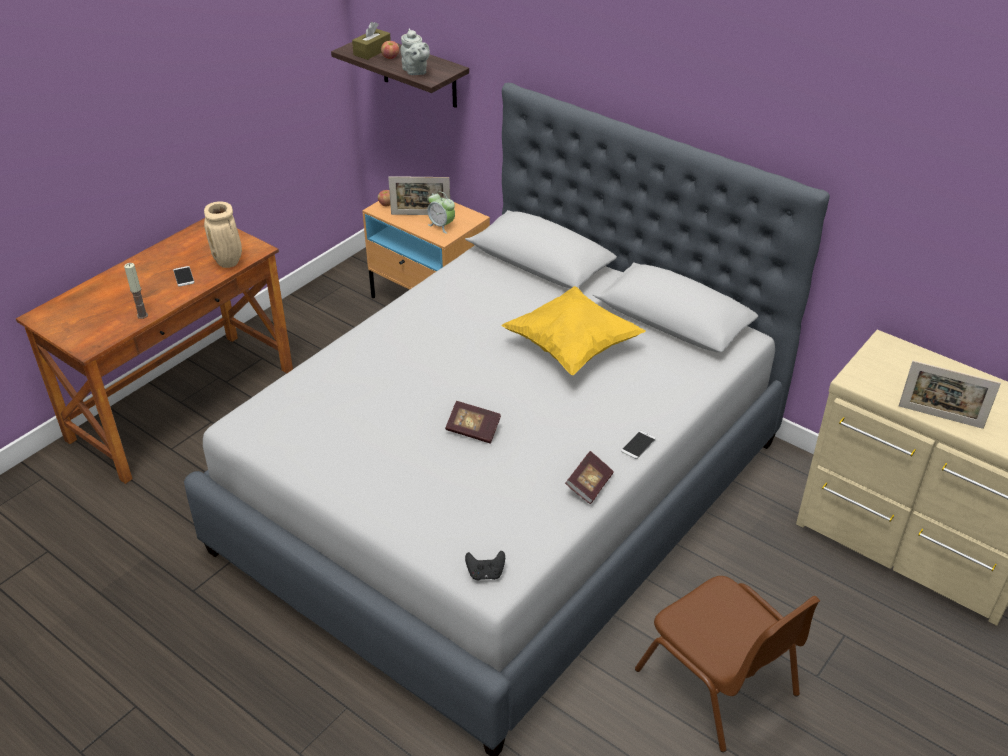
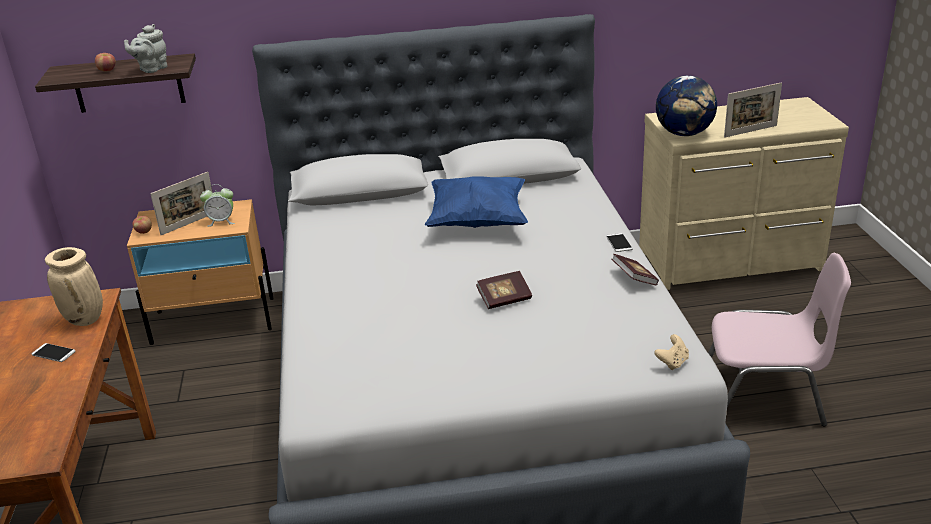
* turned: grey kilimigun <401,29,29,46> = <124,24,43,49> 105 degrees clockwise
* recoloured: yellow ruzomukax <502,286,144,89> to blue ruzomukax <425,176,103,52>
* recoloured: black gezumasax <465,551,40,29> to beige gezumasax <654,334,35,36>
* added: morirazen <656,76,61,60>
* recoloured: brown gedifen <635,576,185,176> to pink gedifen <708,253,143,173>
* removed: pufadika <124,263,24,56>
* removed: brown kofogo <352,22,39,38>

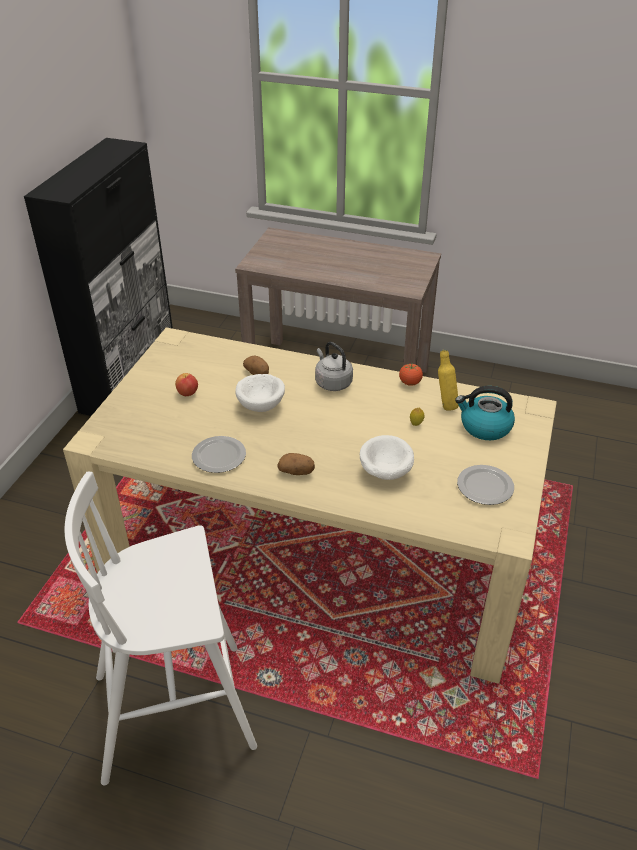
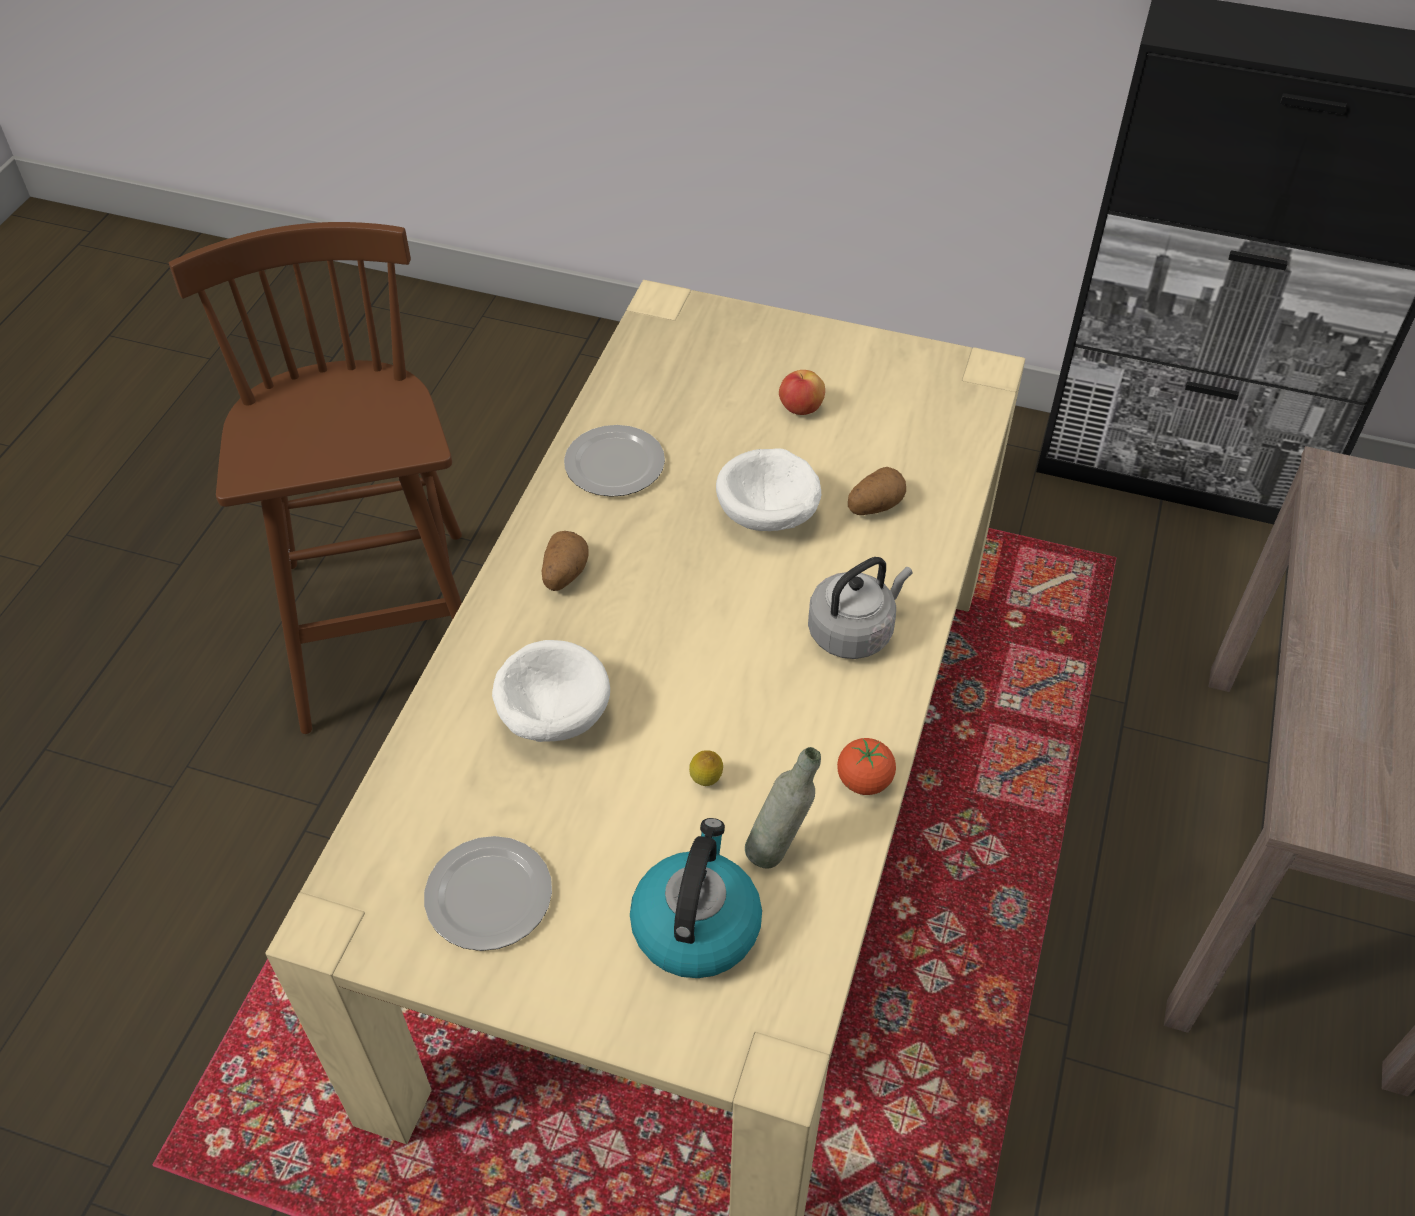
* recoloured: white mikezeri <65,472,192,314> to brown mikezeri <169,222,293,512>
* recoloured: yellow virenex <438,350,21,61> to grey virenex <745,747,76,122>

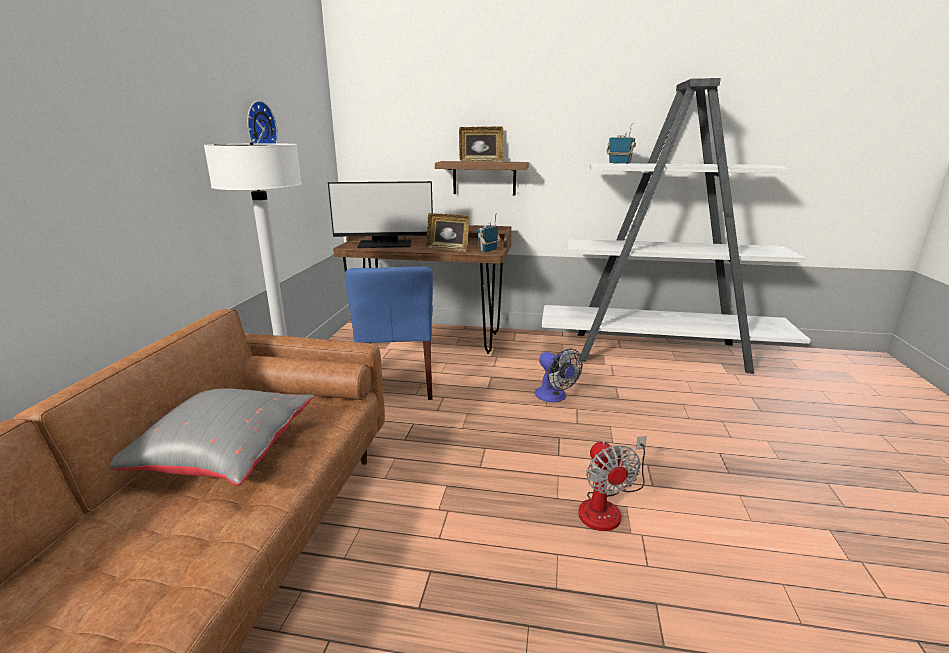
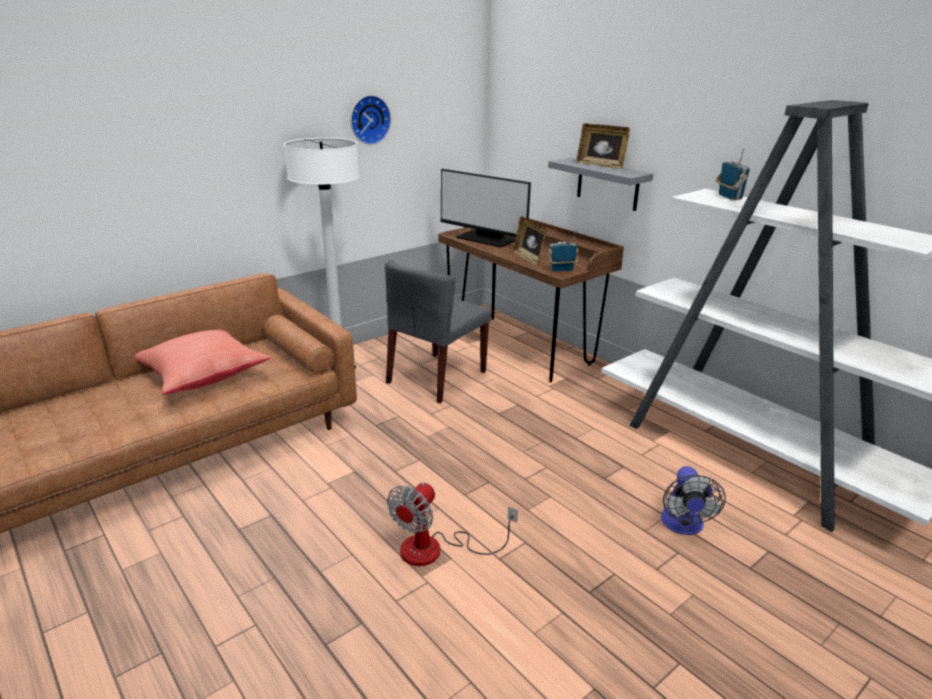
* recoloured: grey ruzomukax <110,388,204,97> to red ruzomukax <134,330,137,64>
* recoloured: blue gedifen <345,267,88,133> to grey gedifen <385,260,106,143>
* recoloured: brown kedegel <435,161,94,35> to grey kedegel <548,158,105,53>
* moved: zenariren <534,349,49,53> to <661,466,65,69>

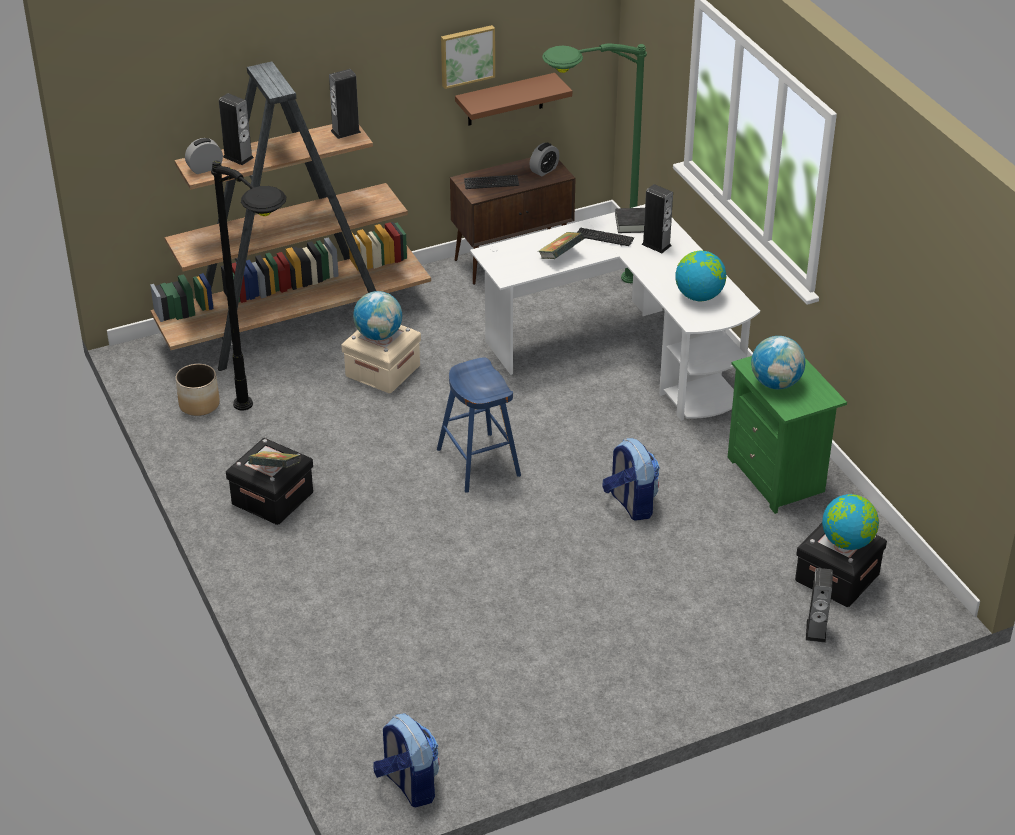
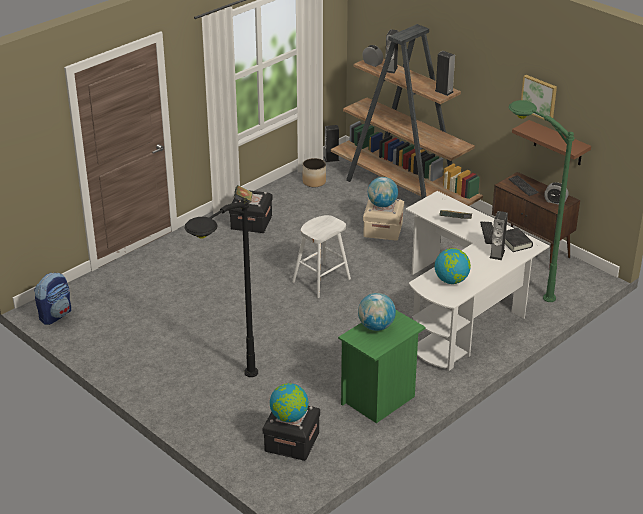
* moved: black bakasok <211,161,75,249> to <185,198,73,179>
* recoloured: blue mikezeri <437,357,84,136> to white mikezeri <292,215,59,83>
* moved: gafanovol <806,568,27,75> to <324,125,16,37>
* removed: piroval <602,438,58,83>

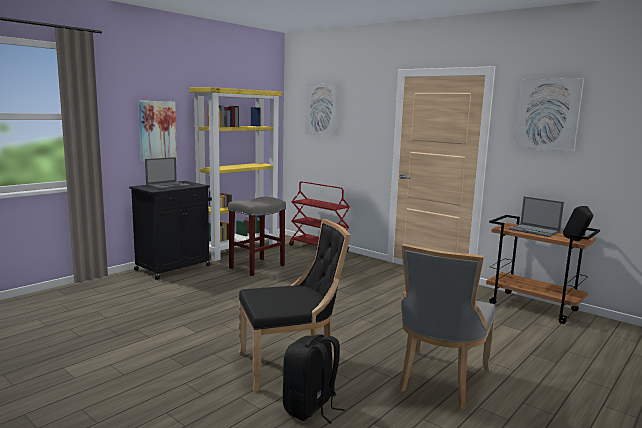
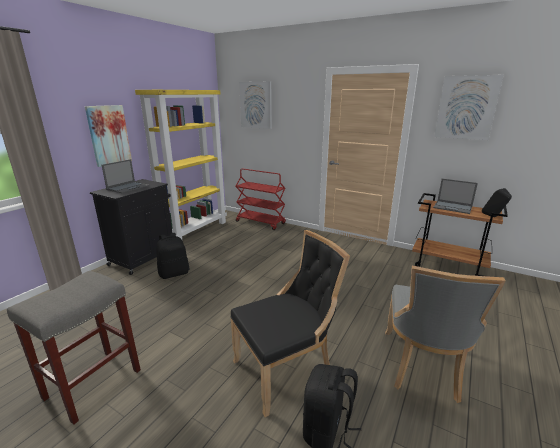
* moved: grey mikezeri <228,197,58,79> to <7,271,134,154>
* added: black piroval <156,233,34,46>

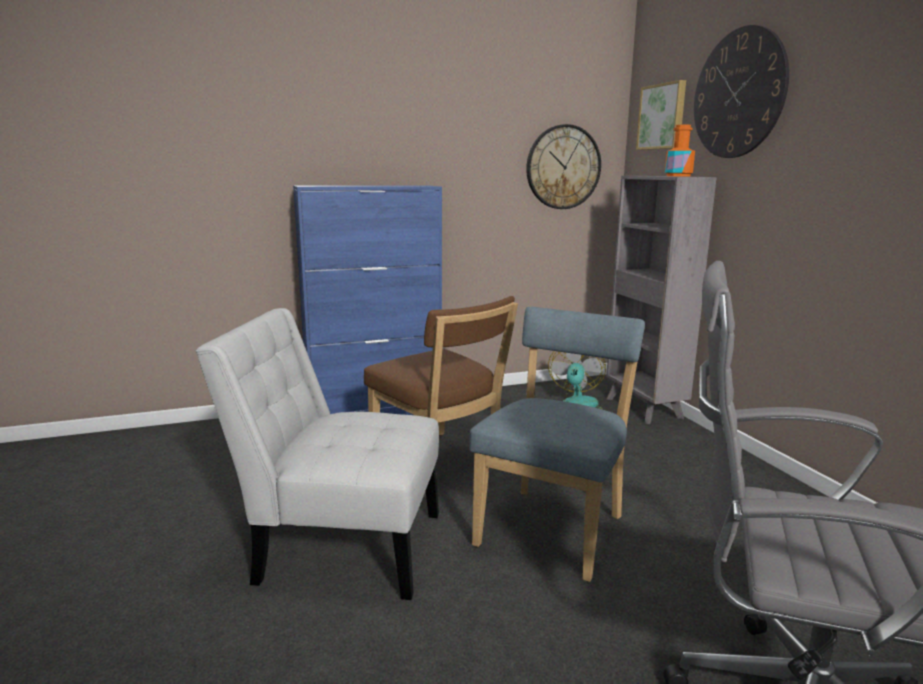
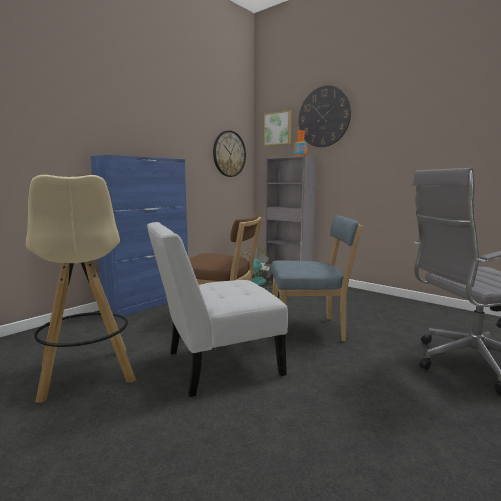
* added: beige mikezeri <26,175,110,228>
* turned: blue gedifen <469,307,176,275> = <271,215,91,127> 90 degrees clockwise

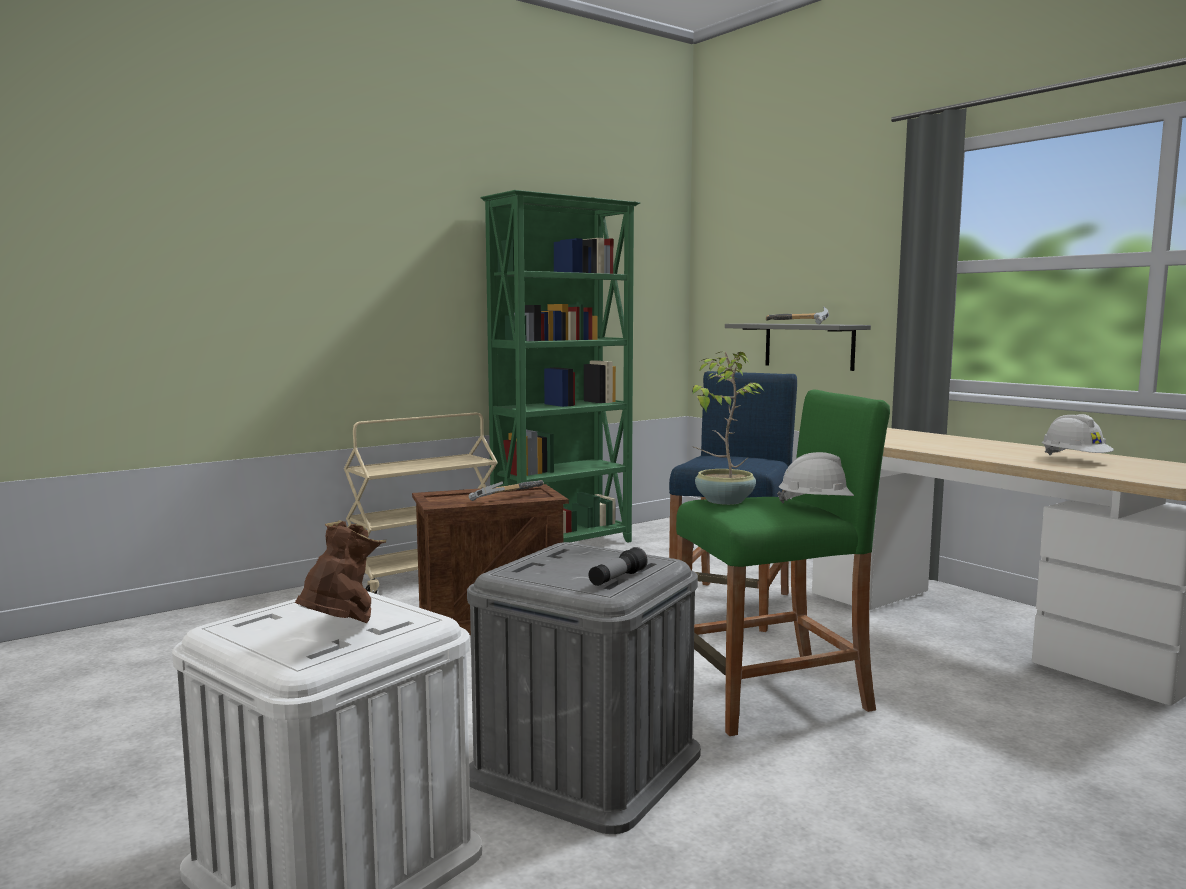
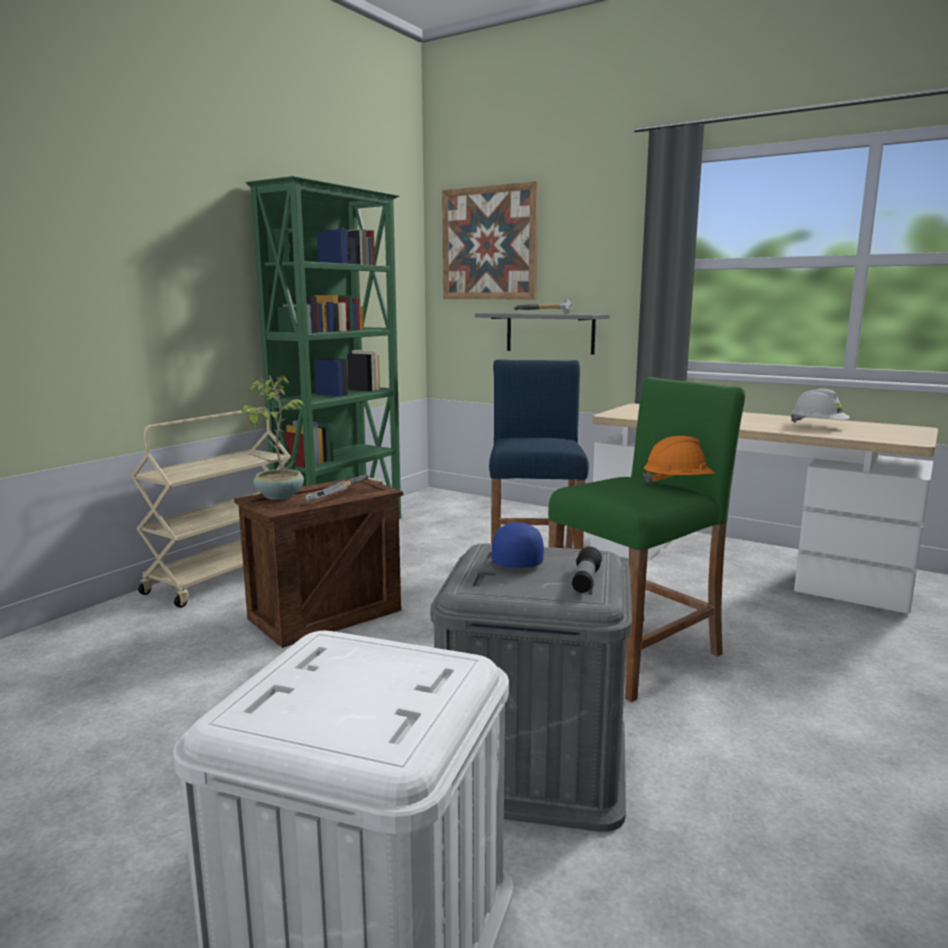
* moved: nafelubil <692,351,73,154> to <242,375,64,125>
* added: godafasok <442,181,97,118>
* added: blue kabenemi <492,522,52,46>
* recoloured: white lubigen <777,452,77,51> to orange lubigen <643,436,73,48>
* removed: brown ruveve <295,520,91,103>

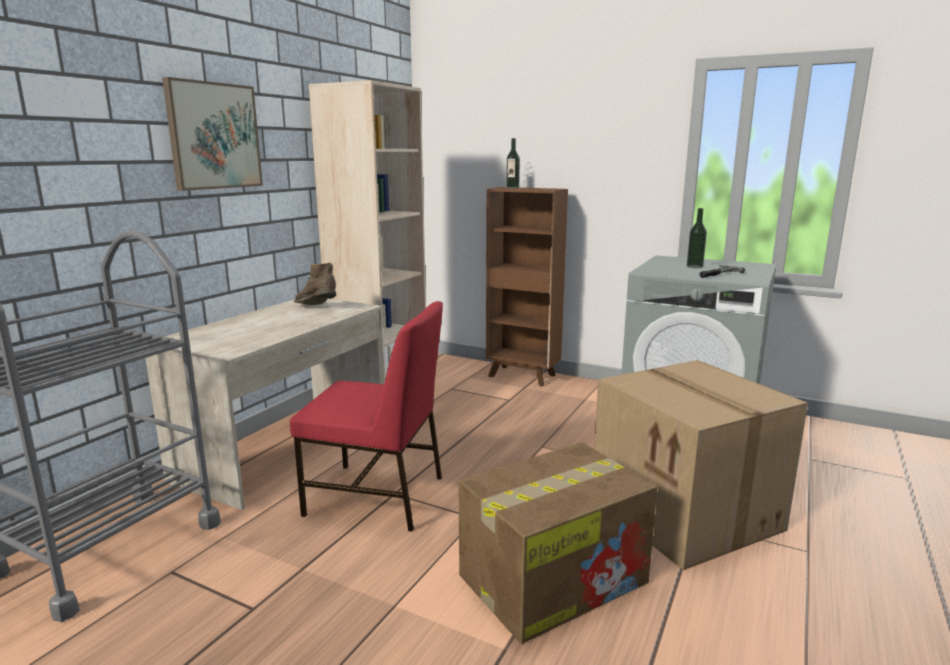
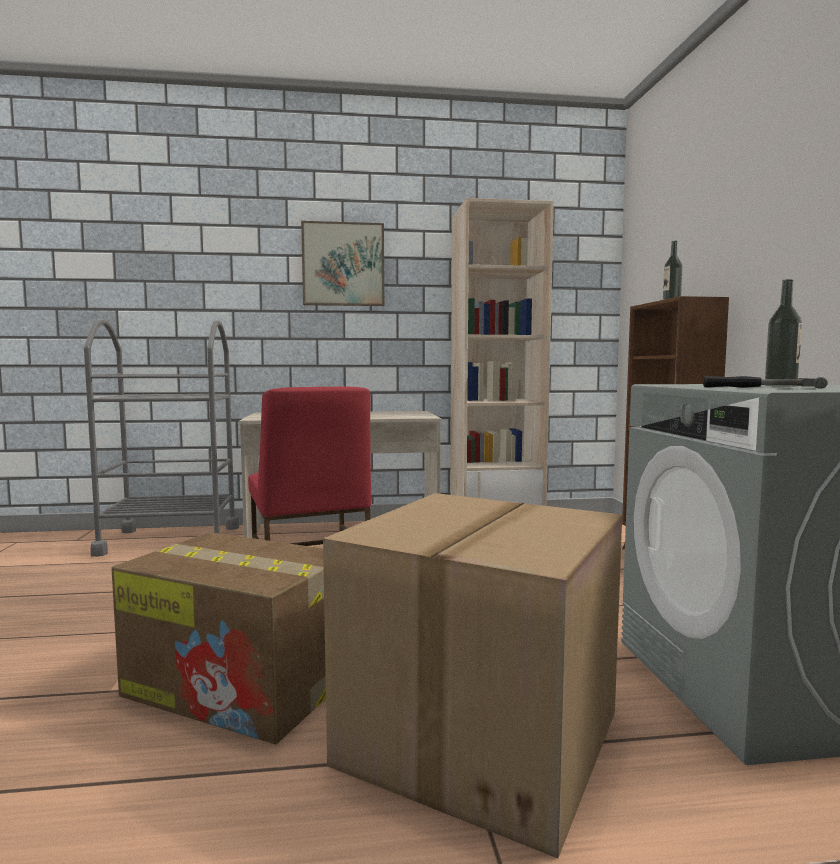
* removed: brown ruveve <294,263,42,42>

